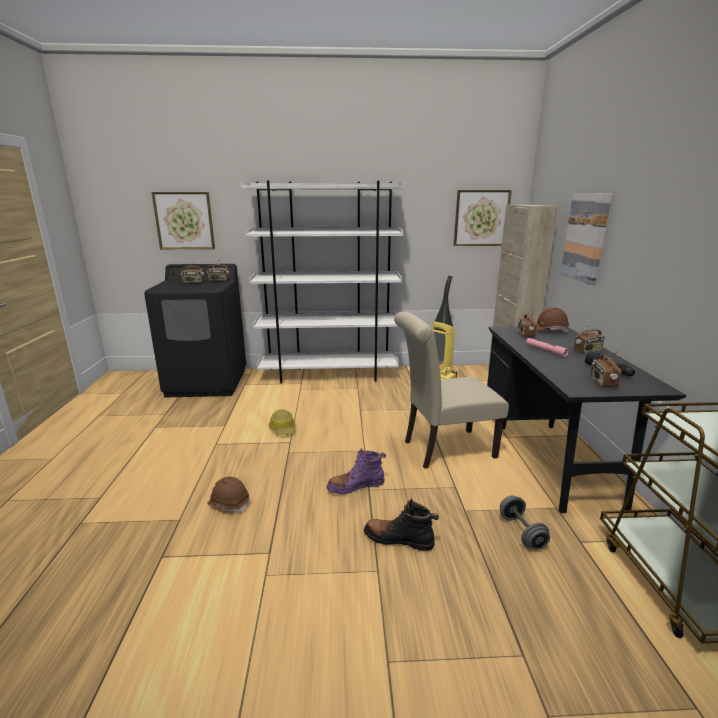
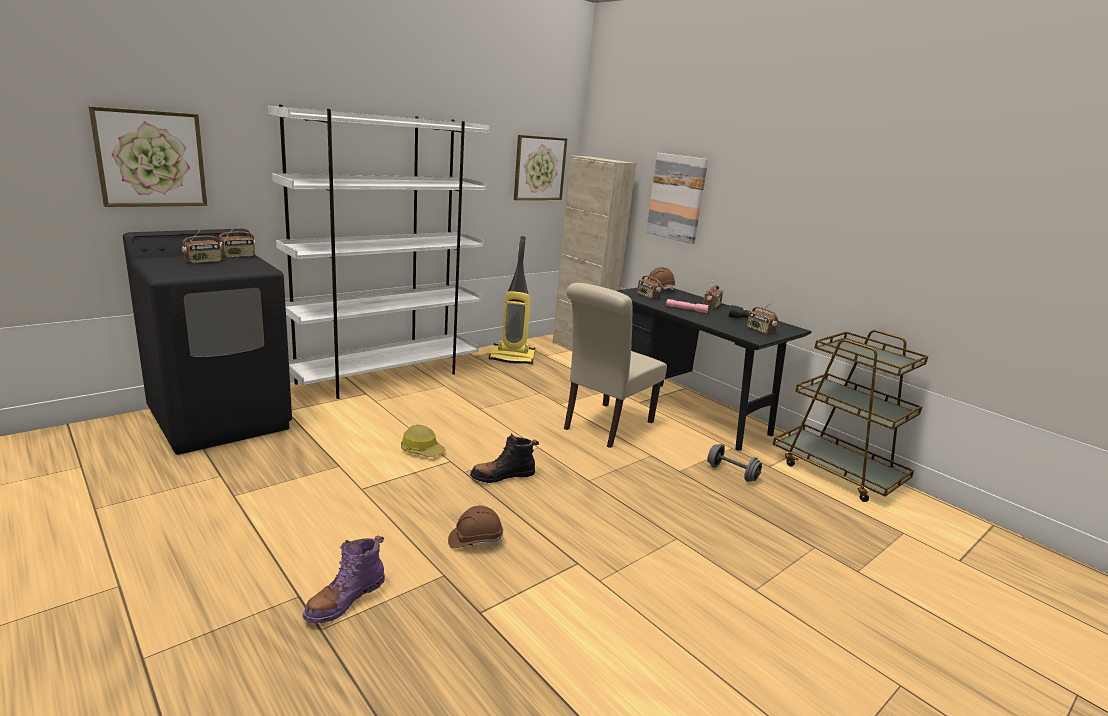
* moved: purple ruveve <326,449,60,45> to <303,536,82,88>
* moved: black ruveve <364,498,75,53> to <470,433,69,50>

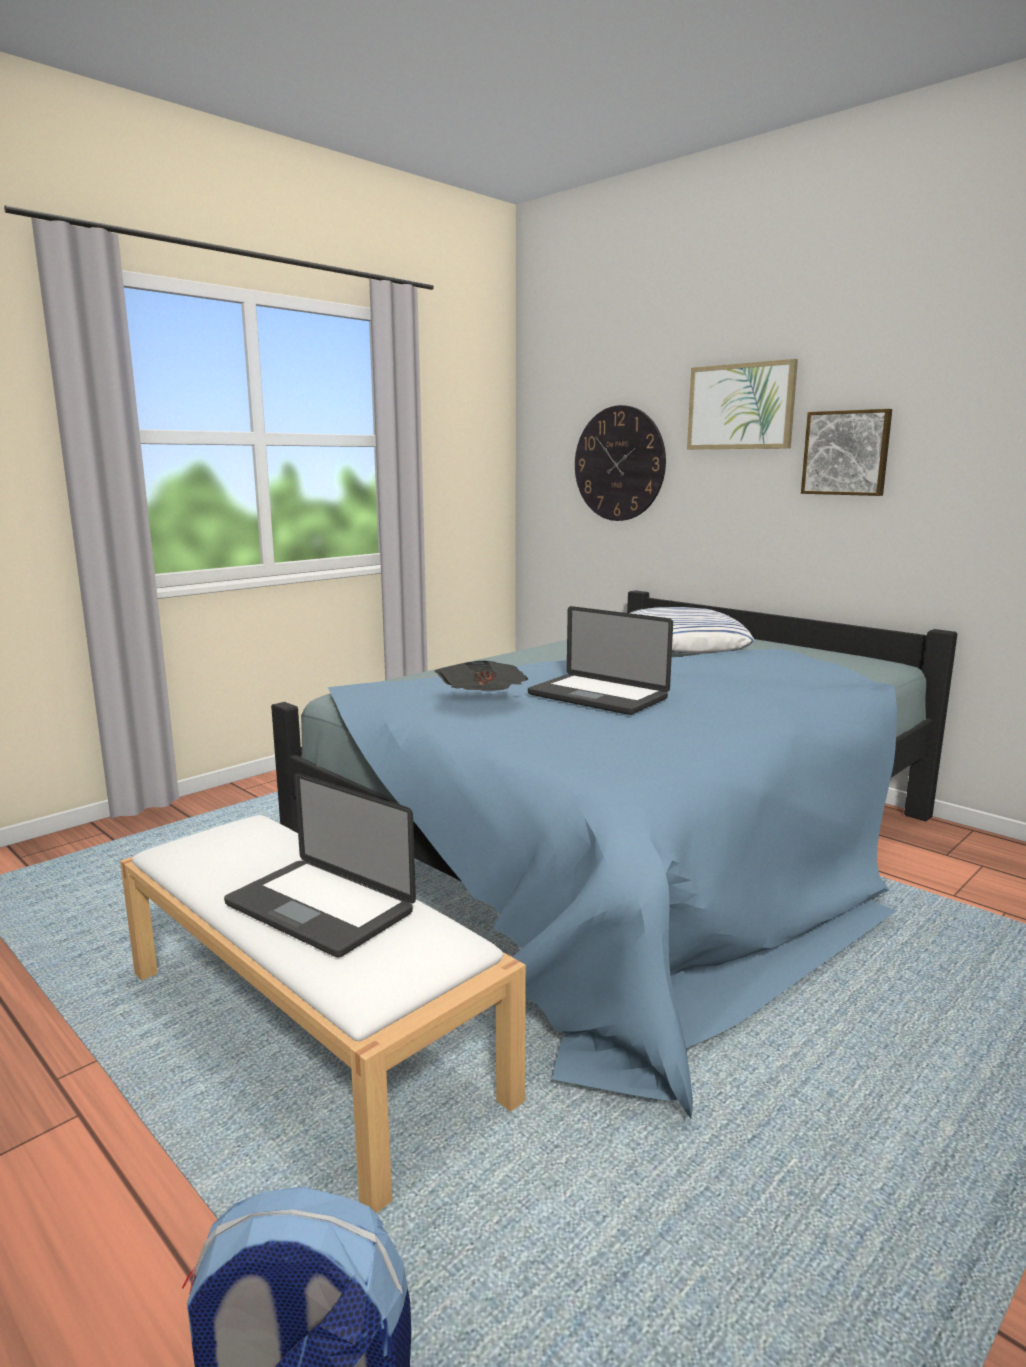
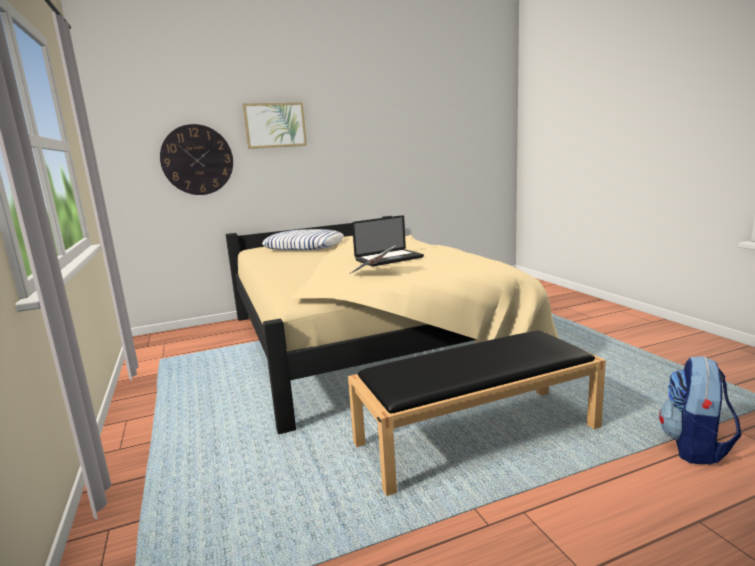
* recoloured: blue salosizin <271,590,686,529> to beige salosizin <226,216,333,218>
* recoloured: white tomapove <120,815,406,398> to black tomapove <348,331,258,165>
* removed: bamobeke <224,773,192,185>
* removed: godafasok <801,409,91,87>

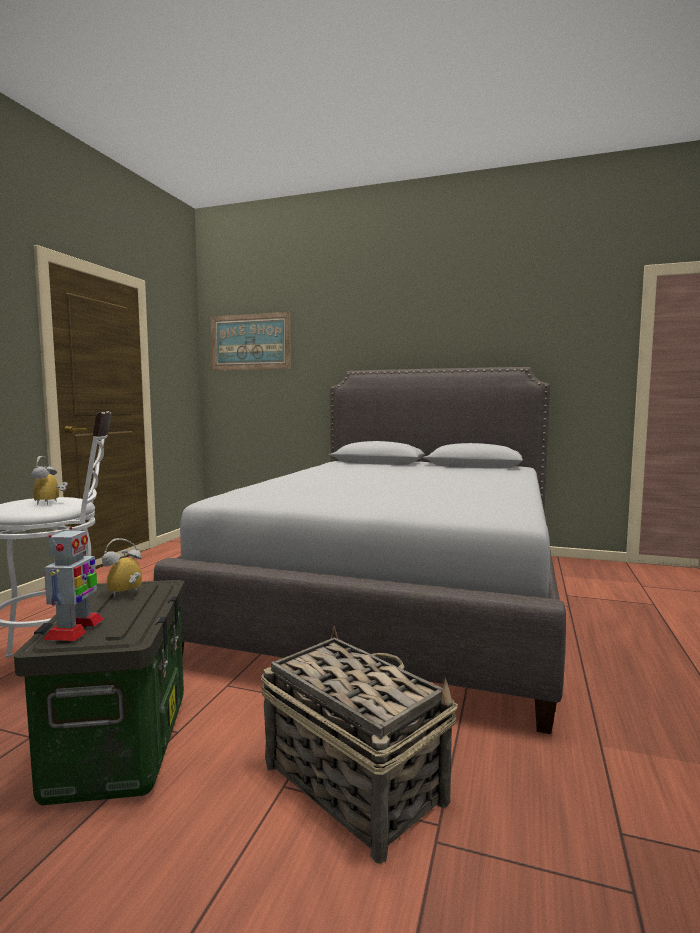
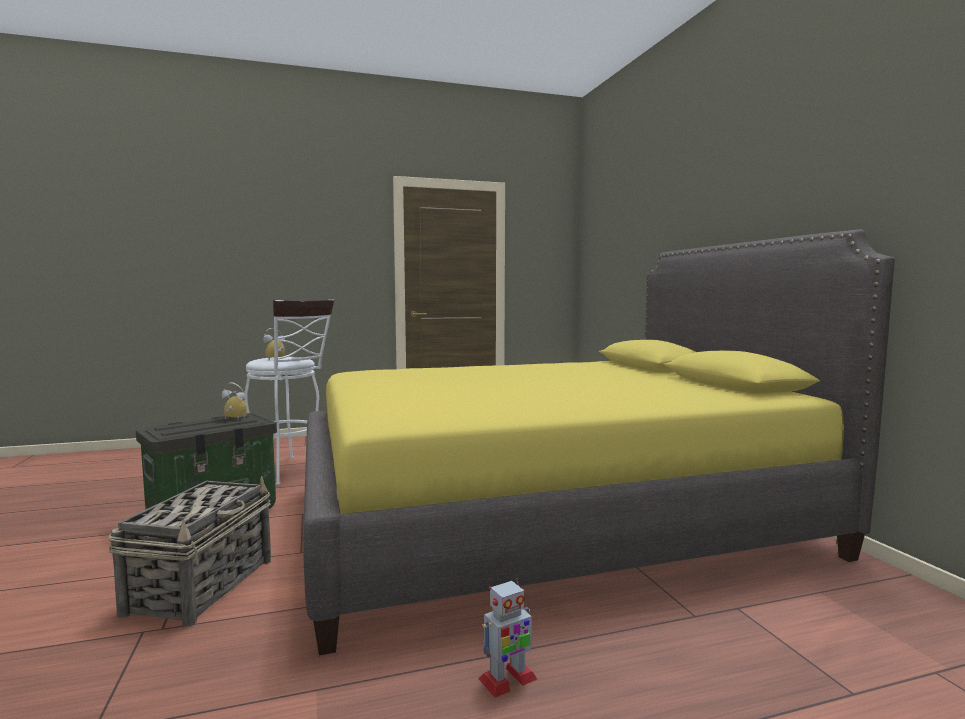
* recoloured: grey salosizin <154,367,412,367> to yellow salosizin <303,229,592,426>
* moved: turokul <43,527,60,114> to <479,578,58,120>
* removed: godafasok <211,312,80,59>

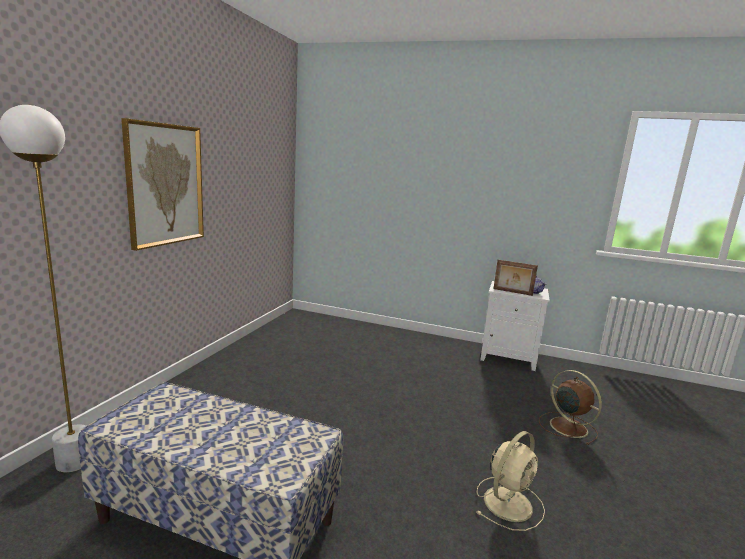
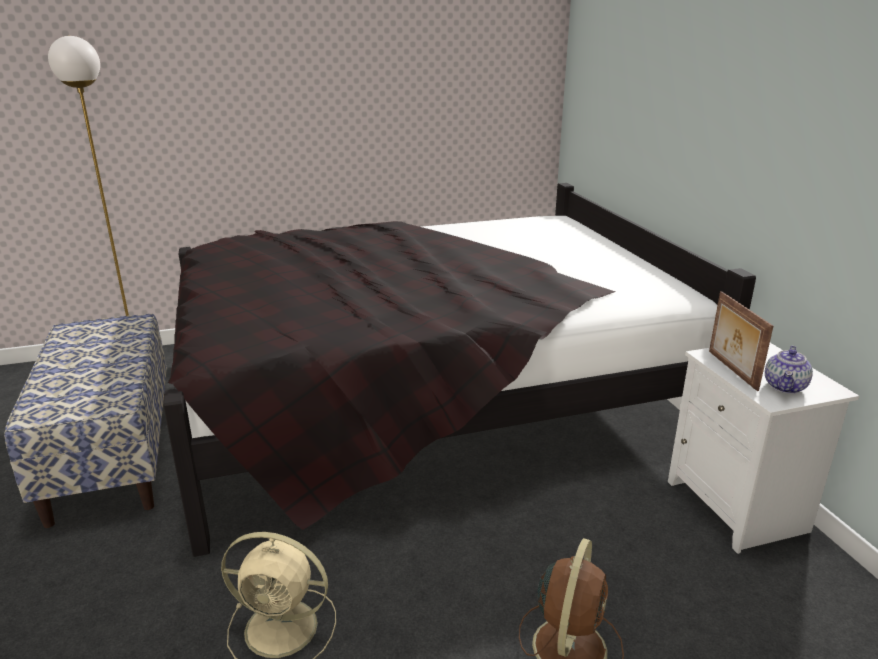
* added: black salosizin <163,183,593,374>
* removed: godafasok <121,118,83,133>

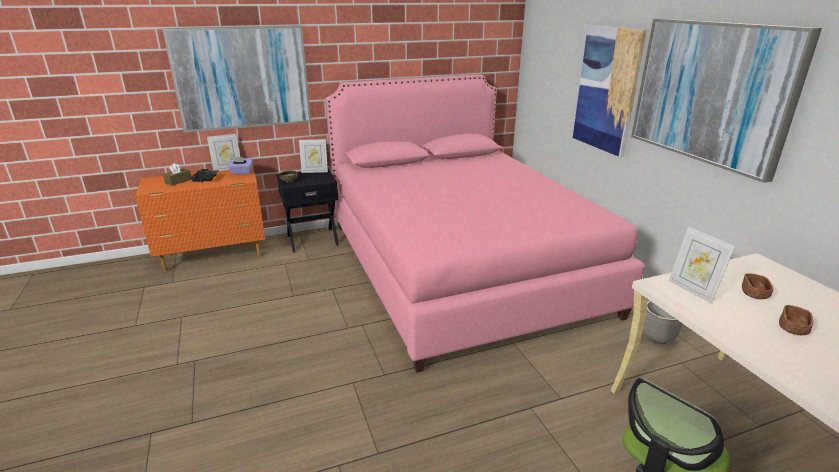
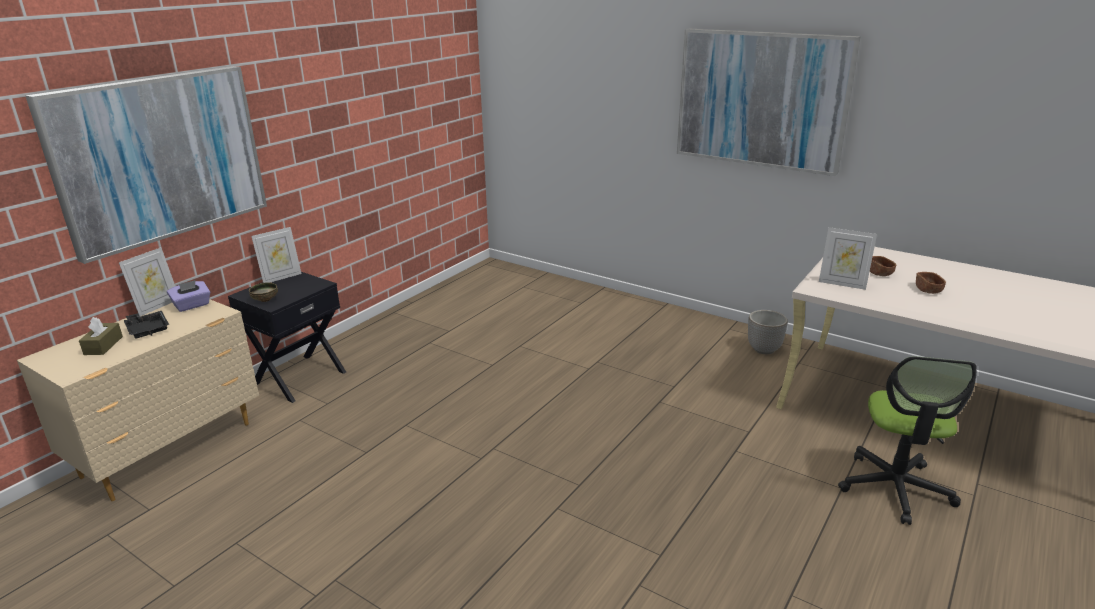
* recoloured: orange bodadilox <135,166,130,106> to beige bodadilox <17,299,242,202>
* removed: pink salosizin <325,74,319,298>
* removed: godafasok <573,25,74,132>

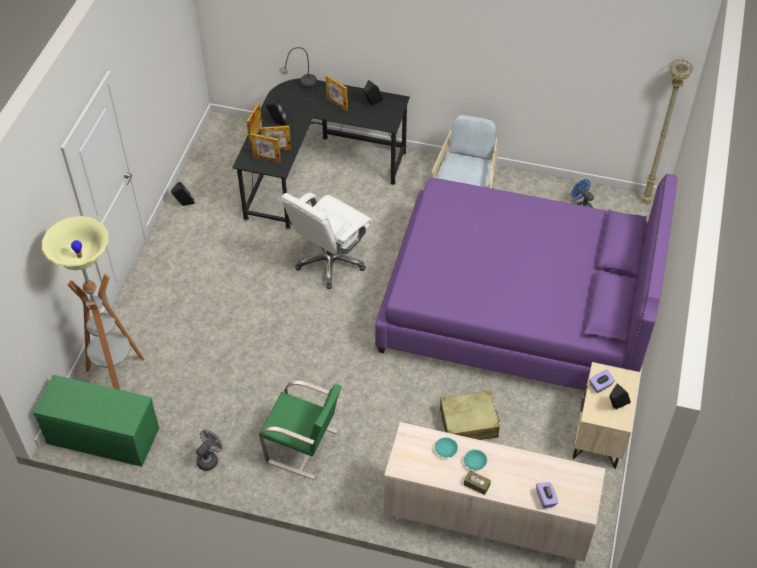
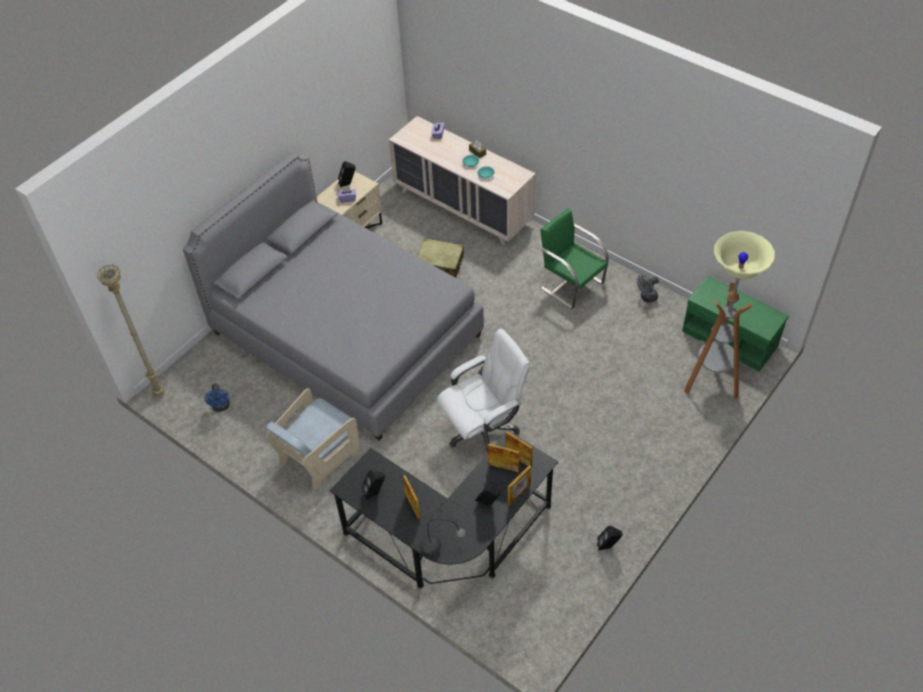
* recoloured: purple salosizin <375,174,303,217> to grey salosizin <183,153,301,288>

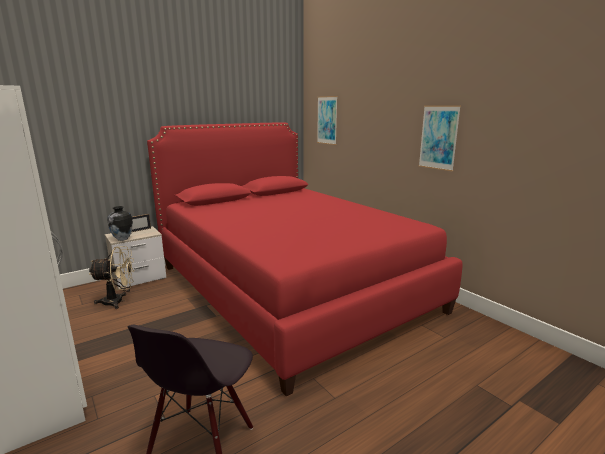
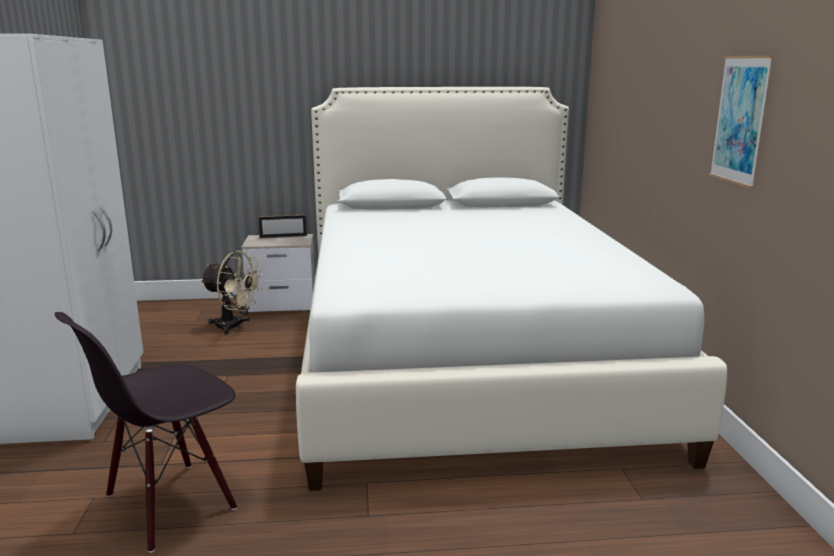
* recoloured: red salosizin <147,123,315,274> to white salosizin <296,87,431,404>
* removed: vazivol <107,206,26,35>
* removed: godafasok <317,96,21,49>

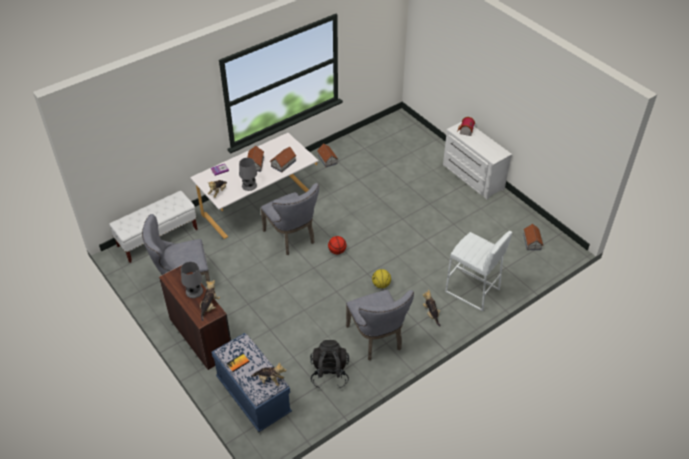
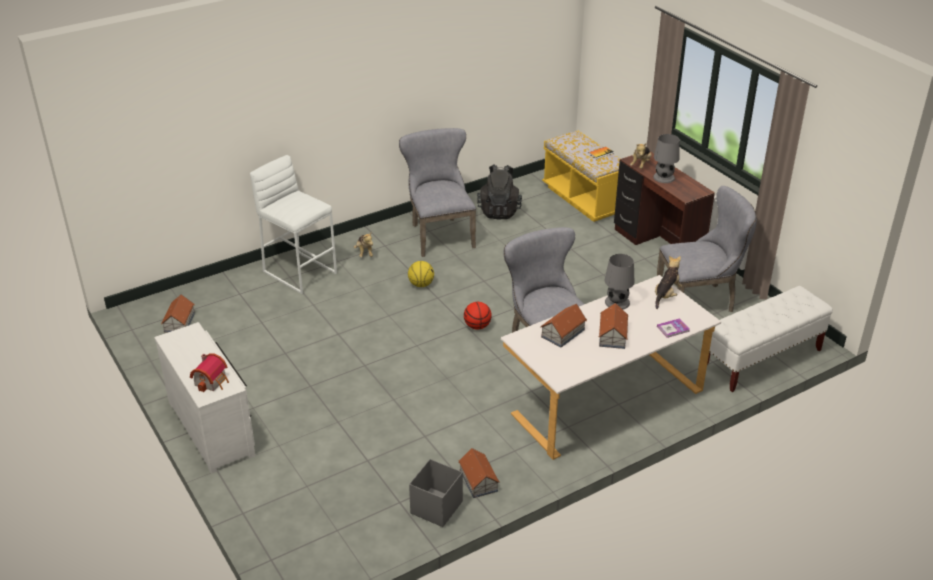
* added: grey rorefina <409,459,54,68>
* recoloured: blue tomapove <211,333,81,99> to yellow tomapove <542,131,78,91>
* removed: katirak <251,362,36,24>

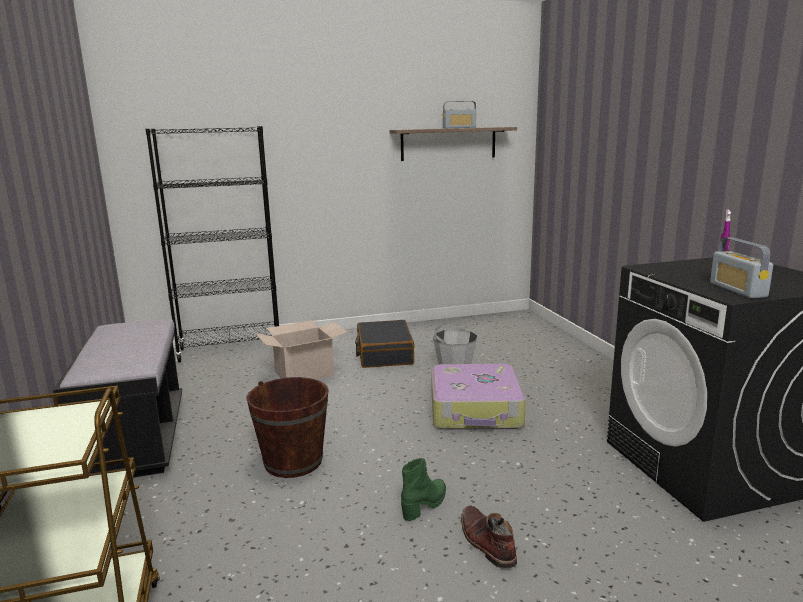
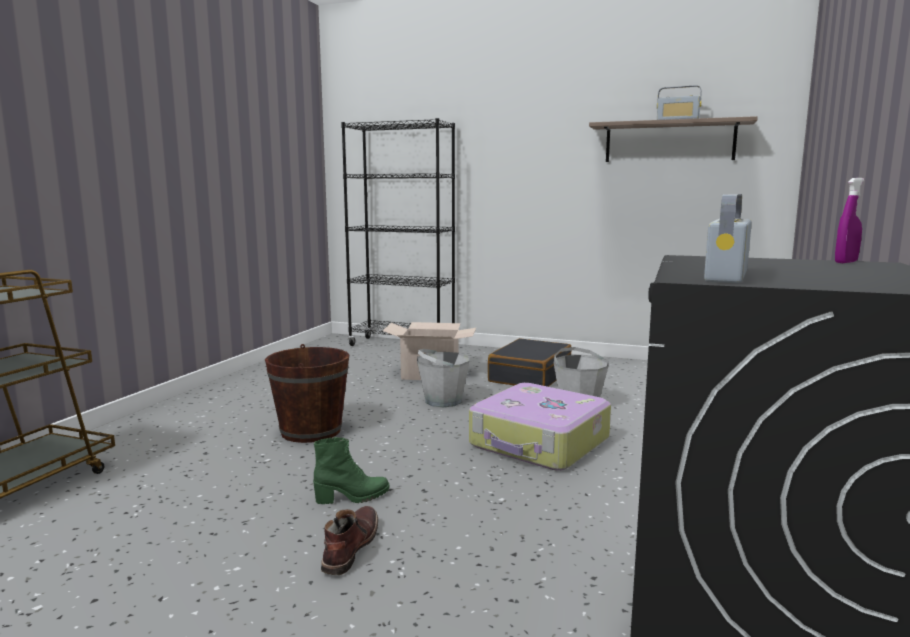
* added: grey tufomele <417,349,53,58>
* removed: black tomapove <53,319,129,158>

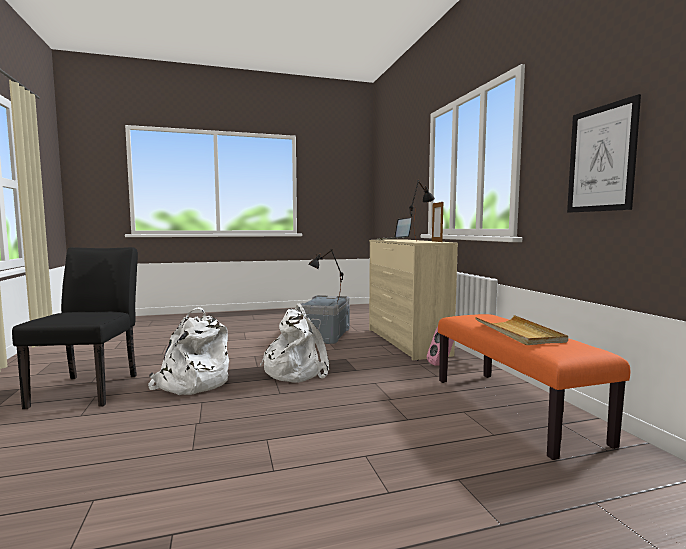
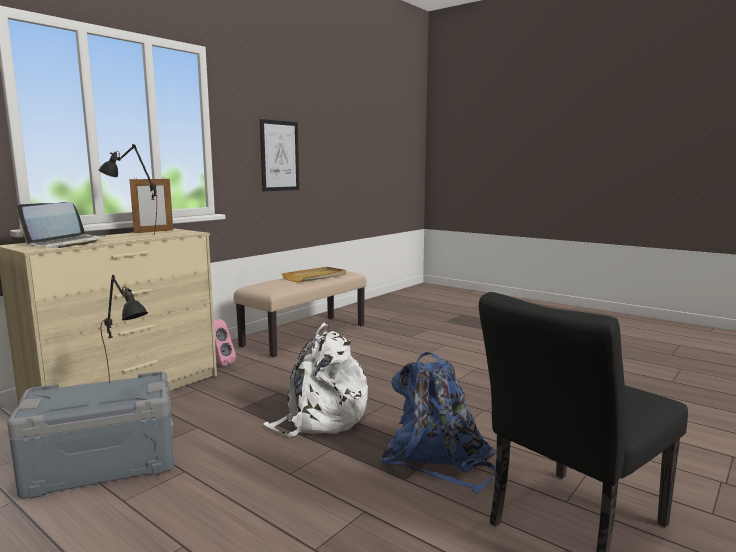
* recoloured: orange tomapove <438,314,192,146> to beige tomapove <234,271,132,86>
* recoloured: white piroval <148,307,81,88> to blue piroval <380,352,117,142>

